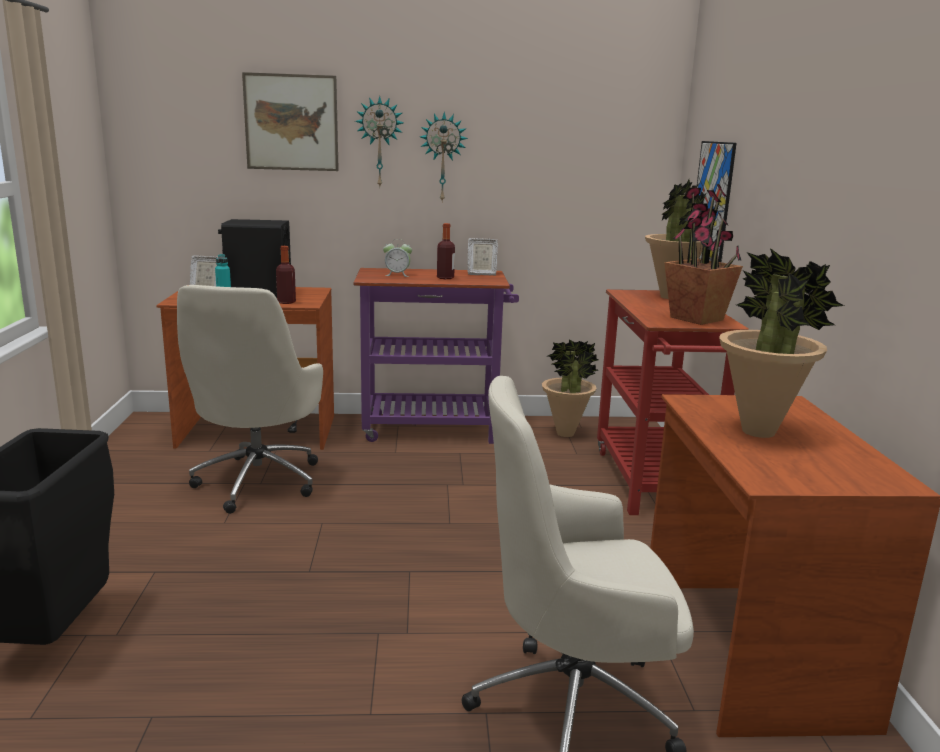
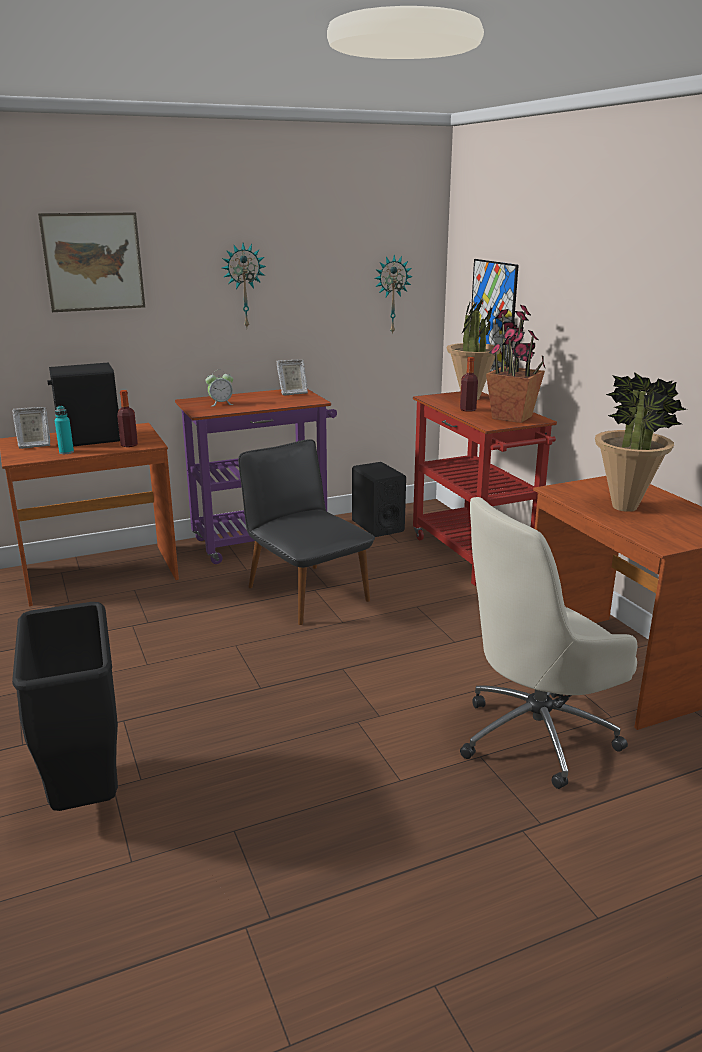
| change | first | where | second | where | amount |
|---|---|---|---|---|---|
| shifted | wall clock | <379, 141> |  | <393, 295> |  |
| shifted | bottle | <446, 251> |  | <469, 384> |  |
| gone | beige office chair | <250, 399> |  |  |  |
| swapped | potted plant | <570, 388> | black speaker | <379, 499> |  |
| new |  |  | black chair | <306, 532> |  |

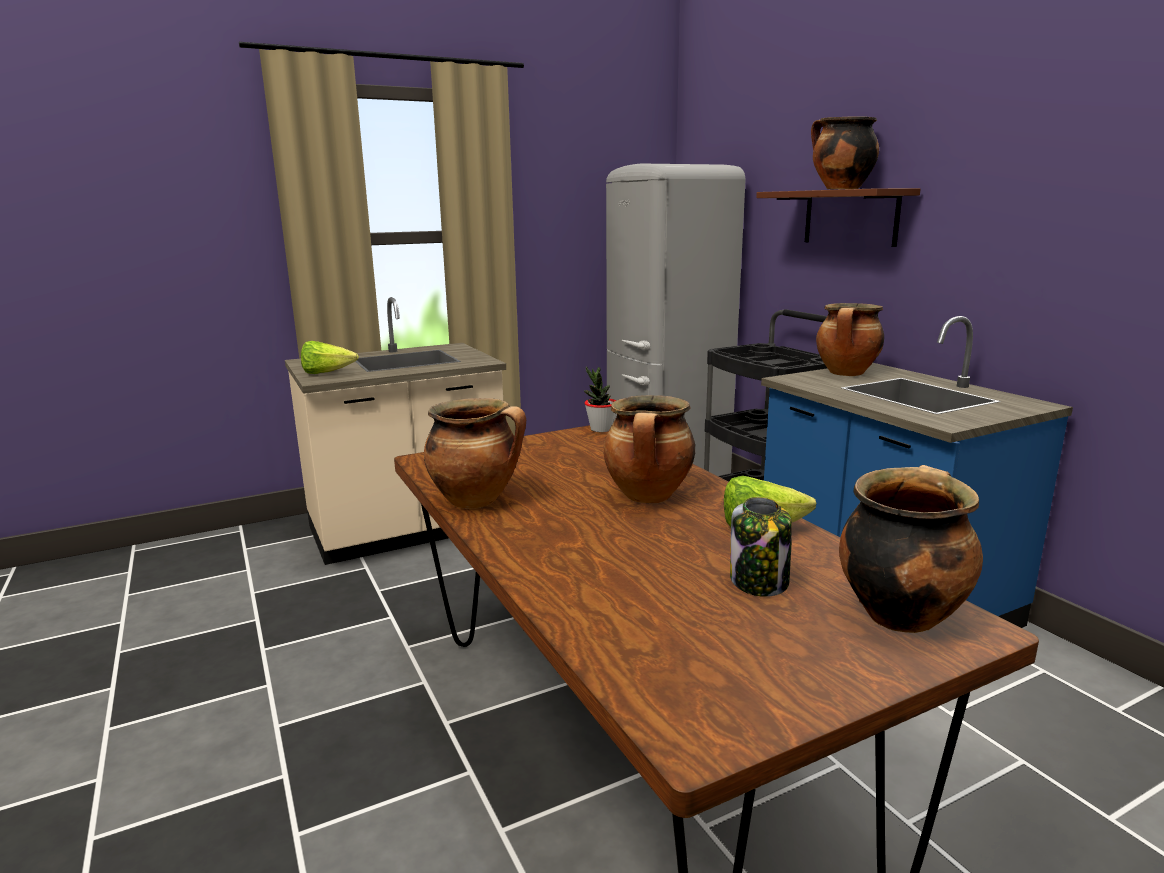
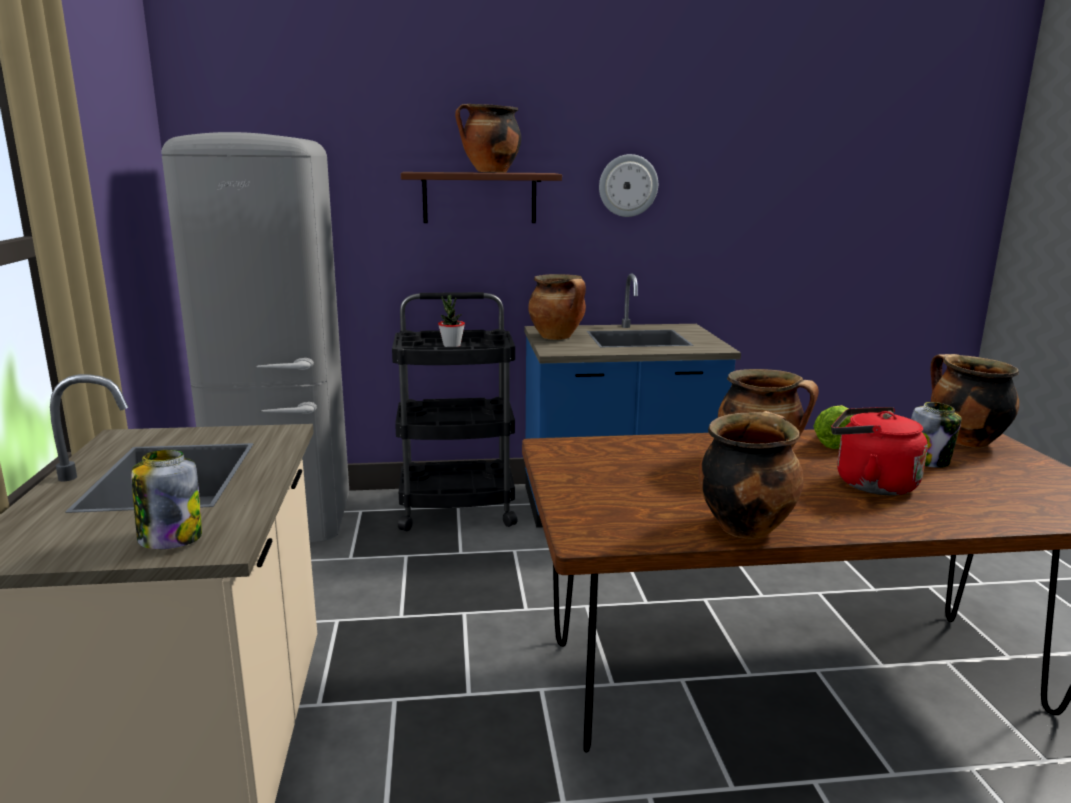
| change | first | where | second | where | amount |
|---|---|---|---|---|---|
| swapped | lettuce | <330, 357> | jar | <166, 499> |  |
| shifted | potted plant | <600, 399> |  | <451, 321> |  |
| new |  |  | wall clock | <628, 185> |  |
| new |  |  | red kettle | <879, 451> |  |

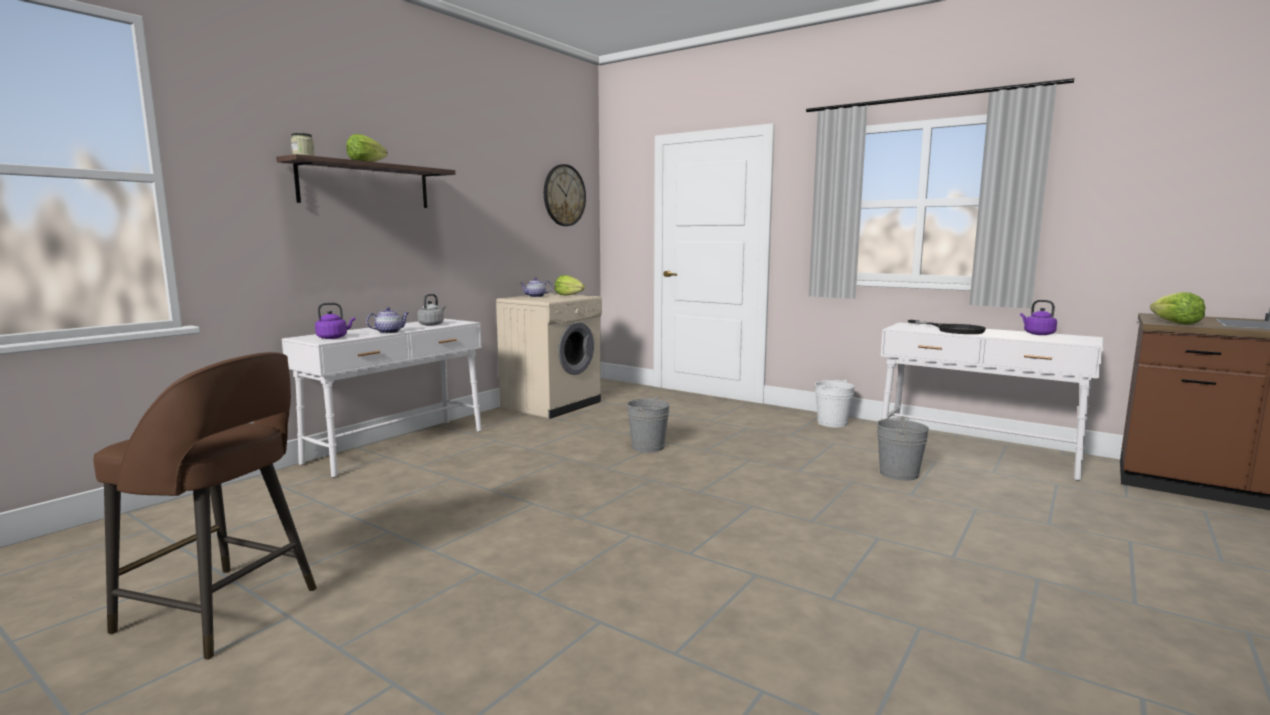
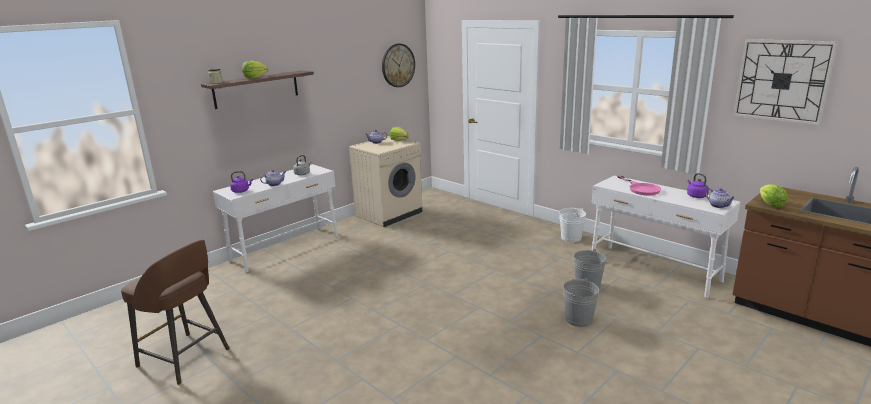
| change | first | where | second | where | amount |
|---|---|---|---|---|---|
| repainted | black frying pan | <947, 327> | pink frying pan | <639, 185> |  |
| shifted | grey bucket | <648, 424> |  | <581, 302> |  |
| new |  |  | wall clock | <785, 82> |  |
| new |  |  | teapot | <720, 198> |  |

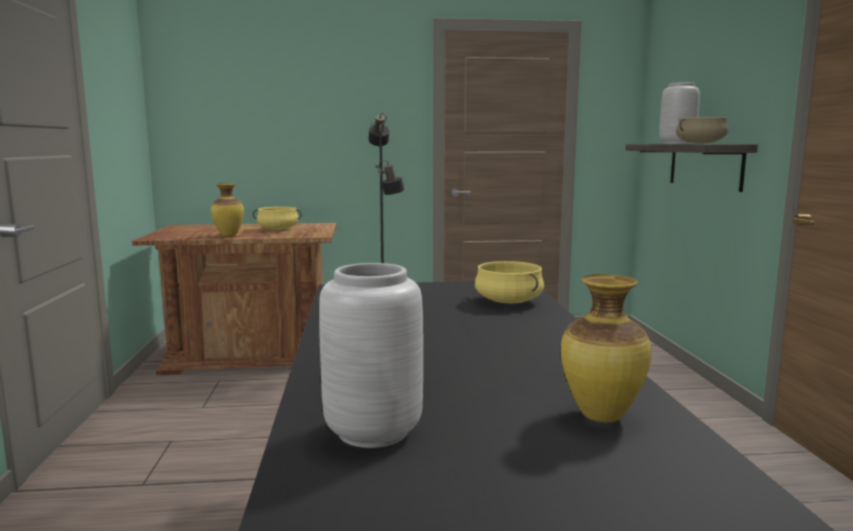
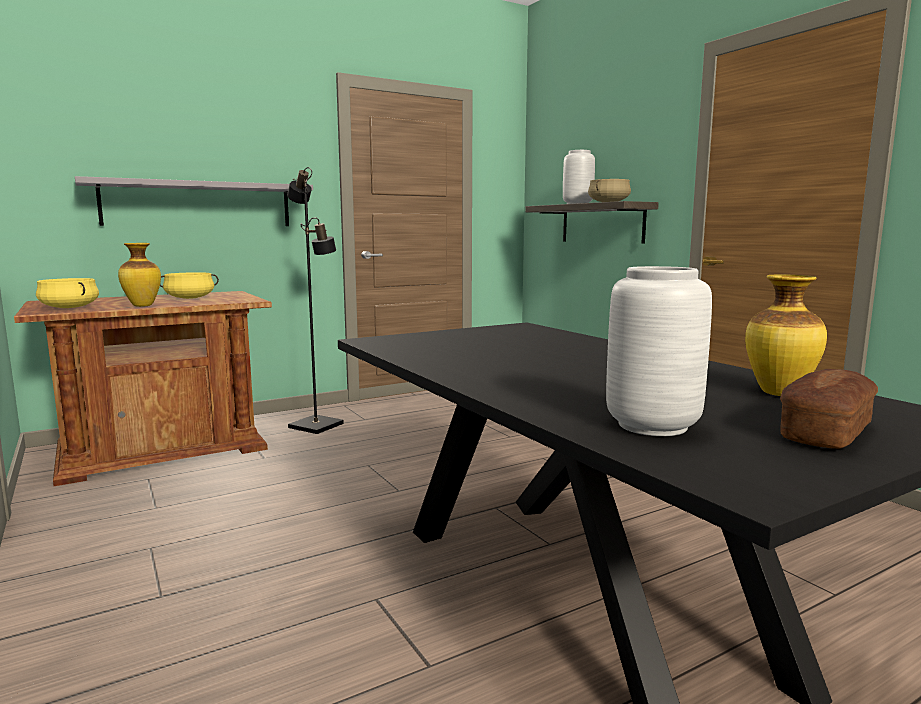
| change | first | where | second | where | amount |
|---|---|---|---|---|---|
| shifted | yellow cooking pot | <509, 282> |  | <67, 293> |  |
| new |  |  | grey shelf | <194, 201> |  |
| new |  |  | bread | <829, 409> |  |

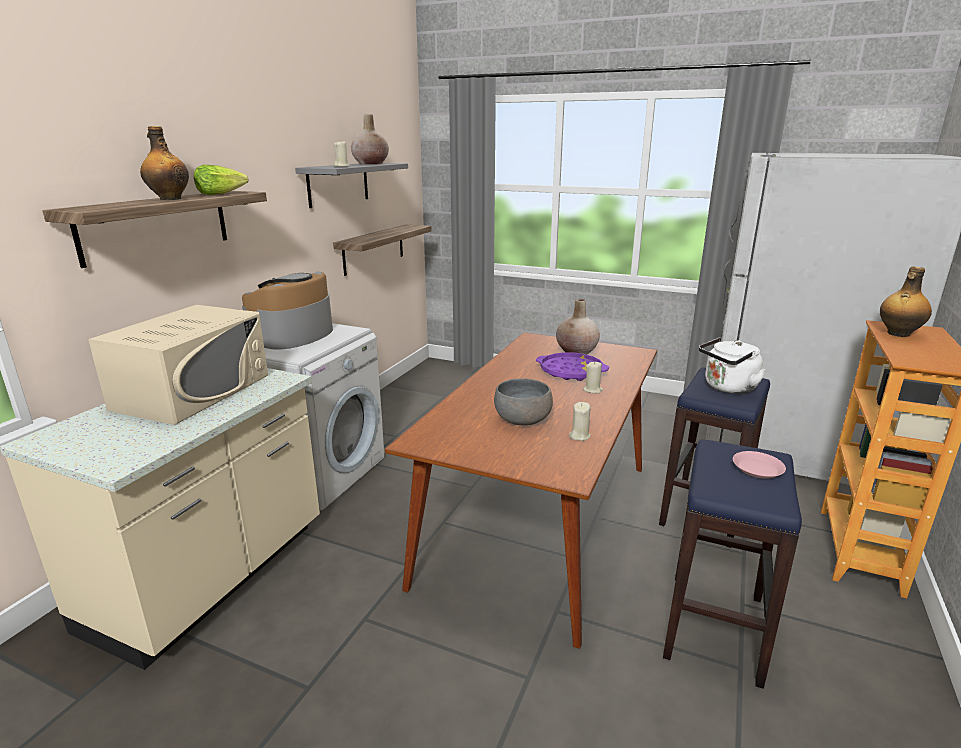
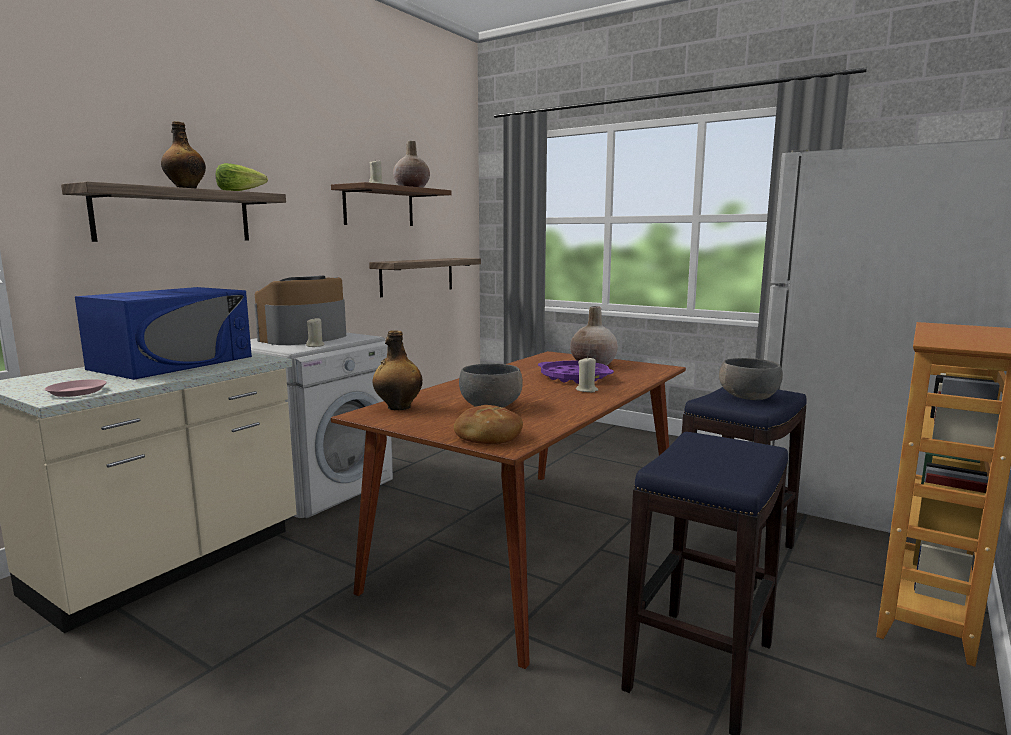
| change | first | where | second | where | amount |
|---|---|---|---|---|---|
| repainted | grey shelf | <351, 185> | brown shelf | <391, 204> |  |
| shifted | bottle | <906, 301> |  | <397, 370> |  |
| repainted | beige microwave | <178, 365> | blue microwave | <163, 333> |  |
| swapped | white kettle | <732, 365> | grey bowl | <751, 379> |  |
| shifted | beige candle | <580, 421> |  | <315, 332> |  |
| shifted | pink plate | <759, 465> |  | <76, 388> |  |
| new |  |  | bread | <488, 424> |  |

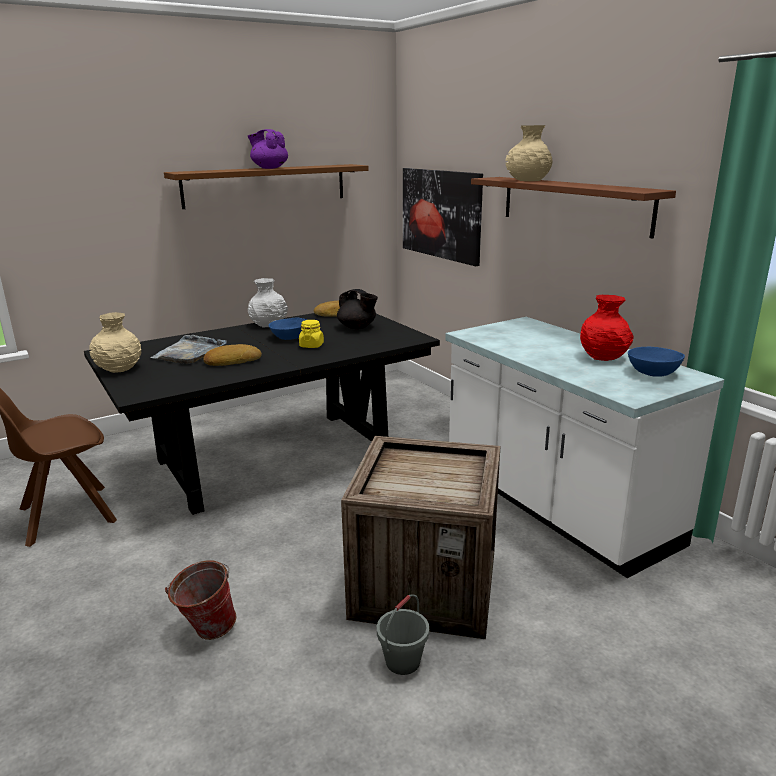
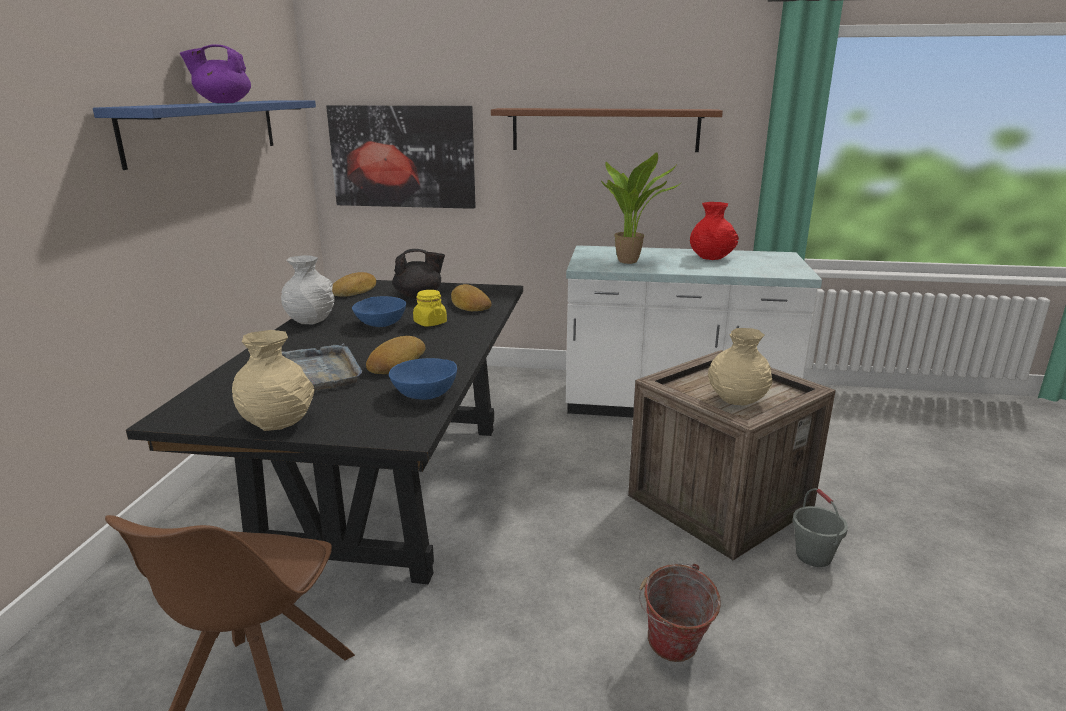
| change | first | where | second | where | amount |
|---|---|---|---|---|---|
| shifted | beige vase | <528, 153> |  | <740, 367> |  |
| repainted | brown shelf | <266, 186> | blue shelf | <204, 135> |  |
| shifted | blue bowl | <656, 362> |  | <423, 379> |  |
| new |  |  | potted plant | <641, 208> |  |
| new |  |  | bread | <471, 297> |  |

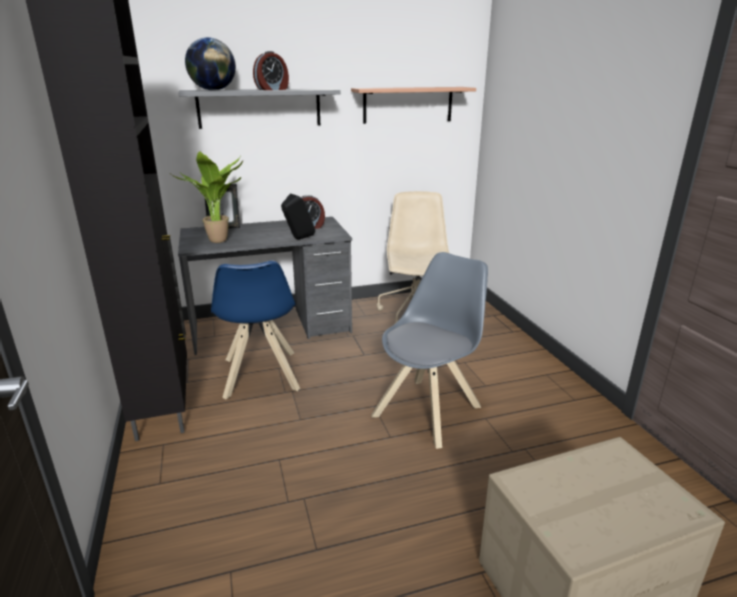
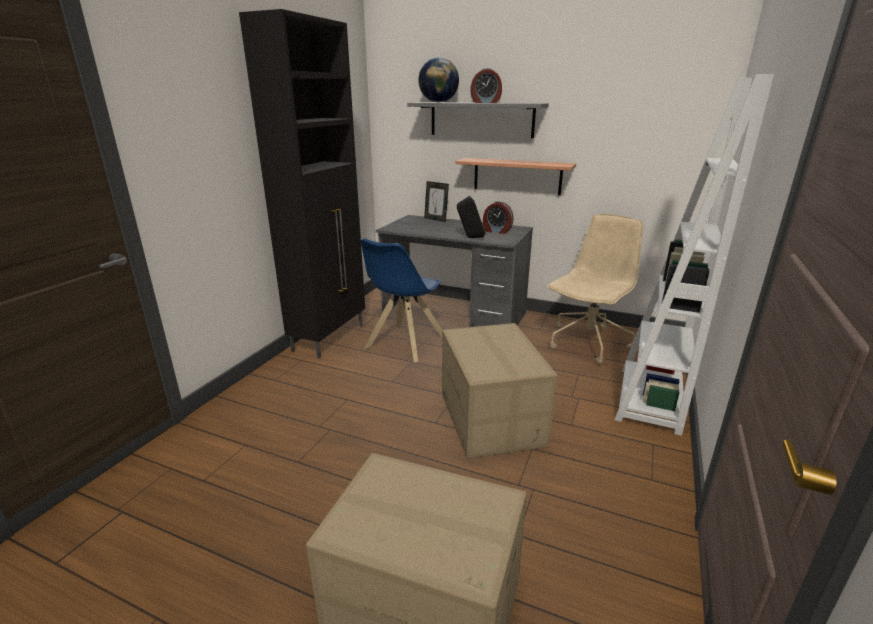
| change | first | where | second | where | amount |
|---|---|---|---|---|---|
| shifted | shelf | <413, 105> |  | <516, 177> |  |
| gone | potted plant | <207, 197> |  |  |  |
| swapped | grey chair | <429, 350> | cardboard box | <499, 391> |  |
| new |  |  | white bookcase | <694, 255> |  |

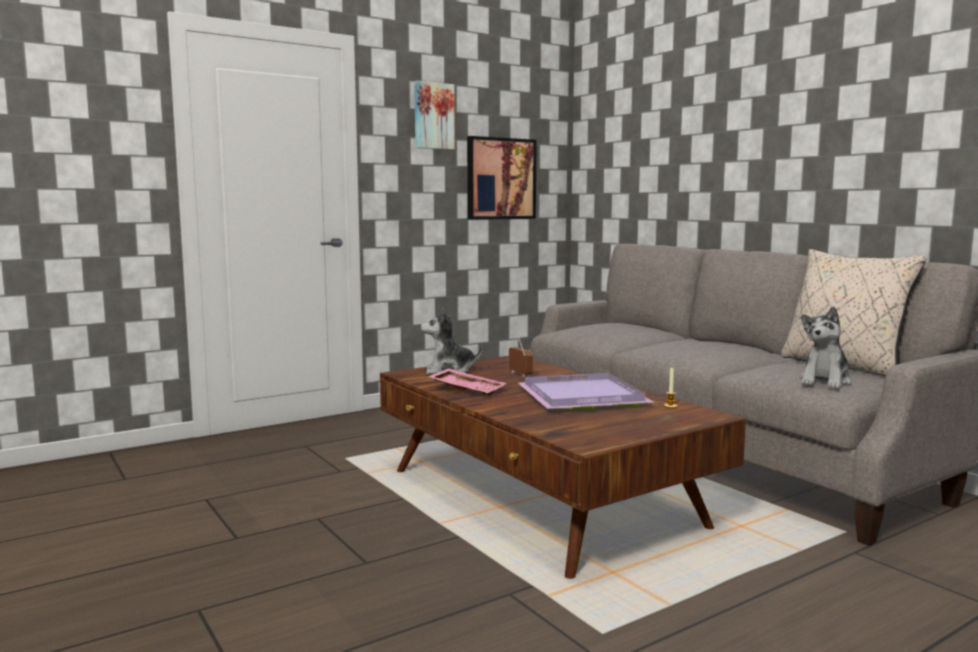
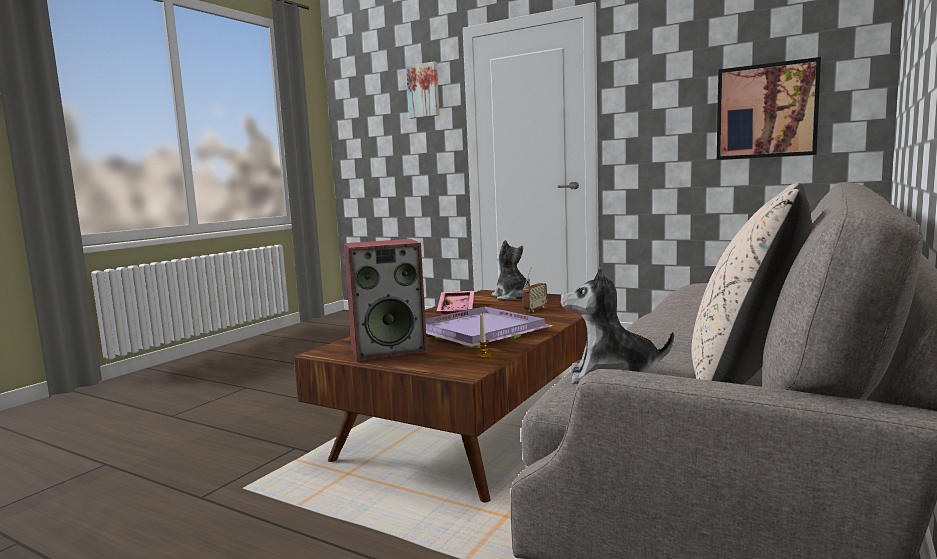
| change | first | where | second | where | amount |
|---|---|---|---|---|---|
| shifted | picture | <434, 115> |  | <422, 90> |  |
| new |  |  | speaker | <385, 300> |  |

